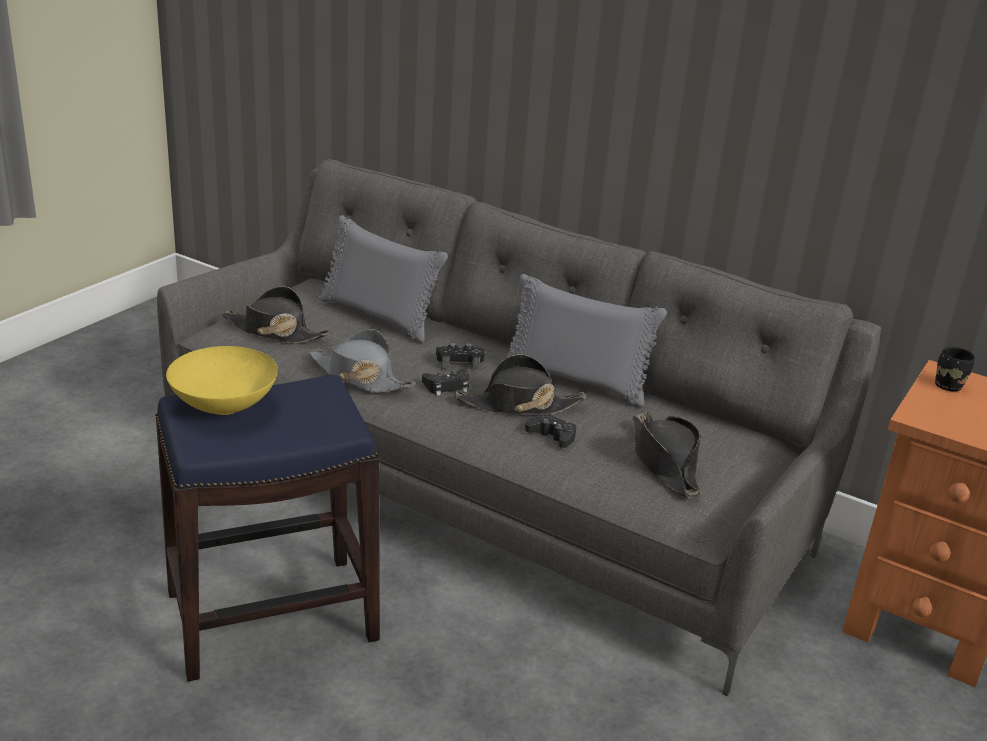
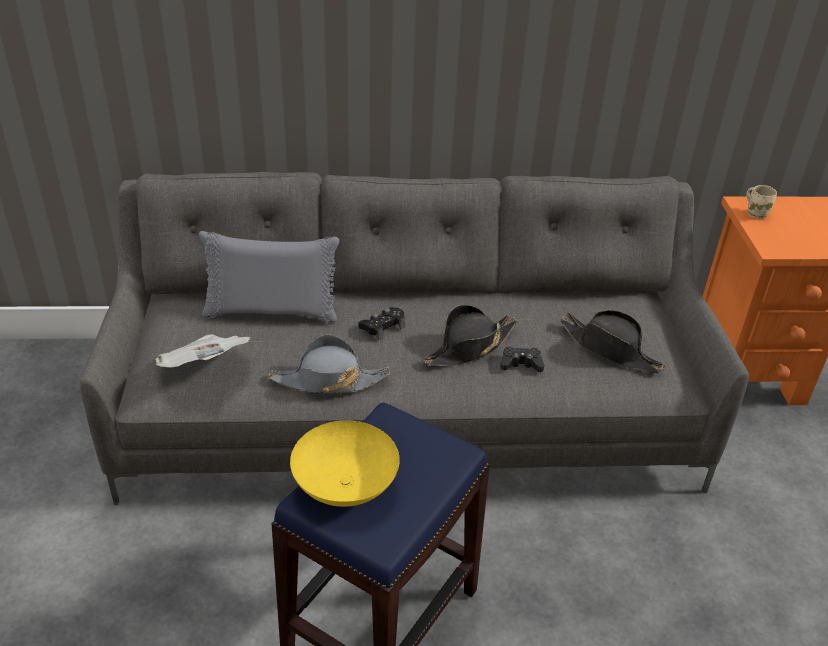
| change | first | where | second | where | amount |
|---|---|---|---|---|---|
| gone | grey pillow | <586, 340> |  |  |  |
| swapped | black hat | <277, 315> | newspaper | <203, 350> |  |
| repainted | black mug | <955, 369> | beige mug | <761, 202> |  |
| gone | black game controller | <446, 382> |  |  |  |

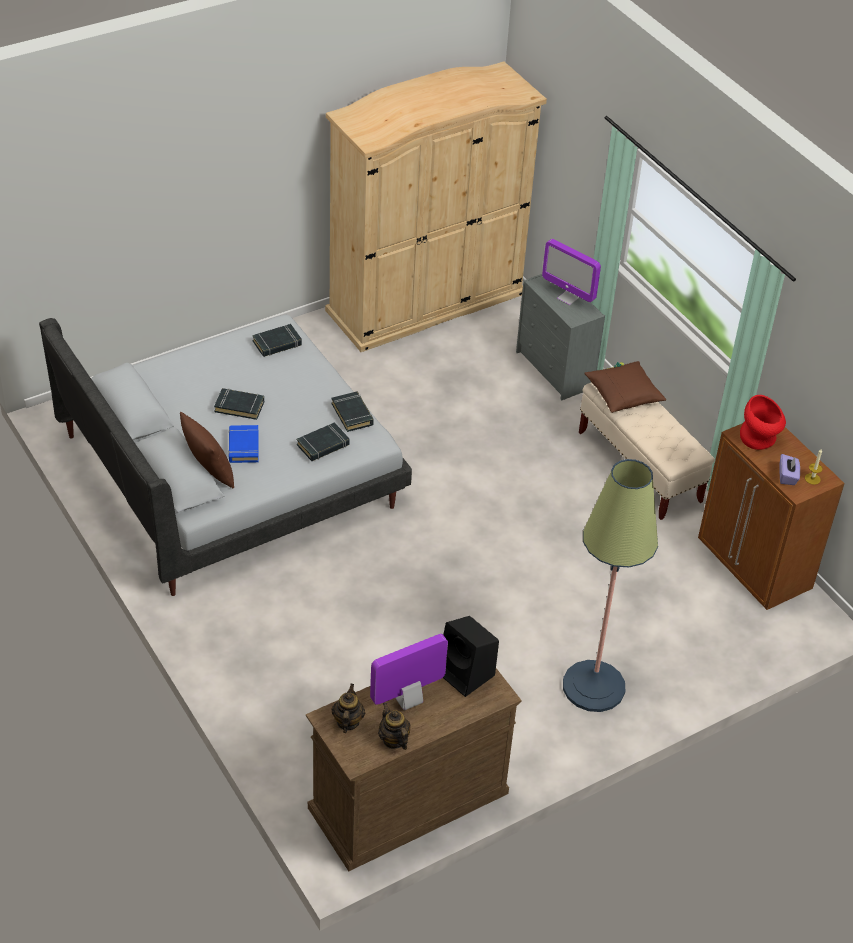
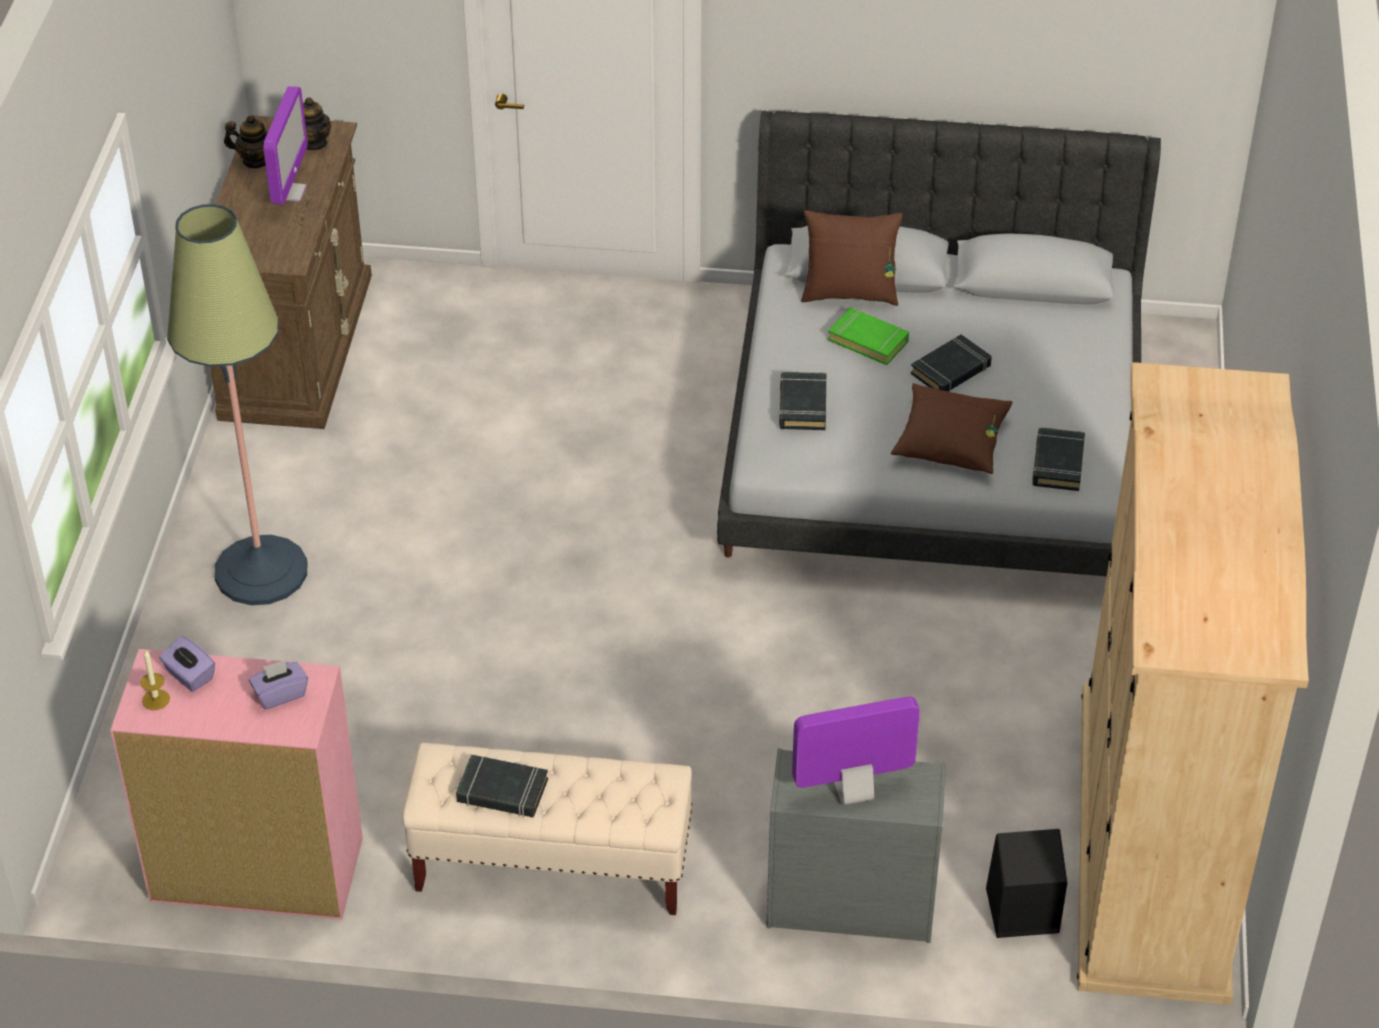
| change | first | where | second | where | amount |
|---|---|---|---|---|---|
| shifted | brown pillow | <625, 387> |  | <952, 428> |  |
| shifted | black book | <352, 412> |  | <502, 786> |  |
| swapped | red vase | <763, 422> | purple tissue box | <278, 684> |  |
| repainted | brown cabinet | <771, 516> | pink cabinet | <236, 784> |  |
| repainted | blue book | <243, 444> | green book | <868, 336> |  |
| shifted | black speaker | <471, 656> |  | <1026, 883> |  |

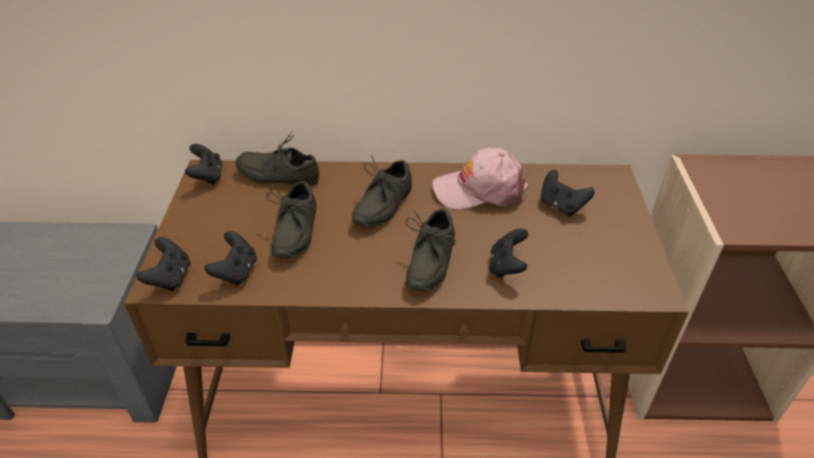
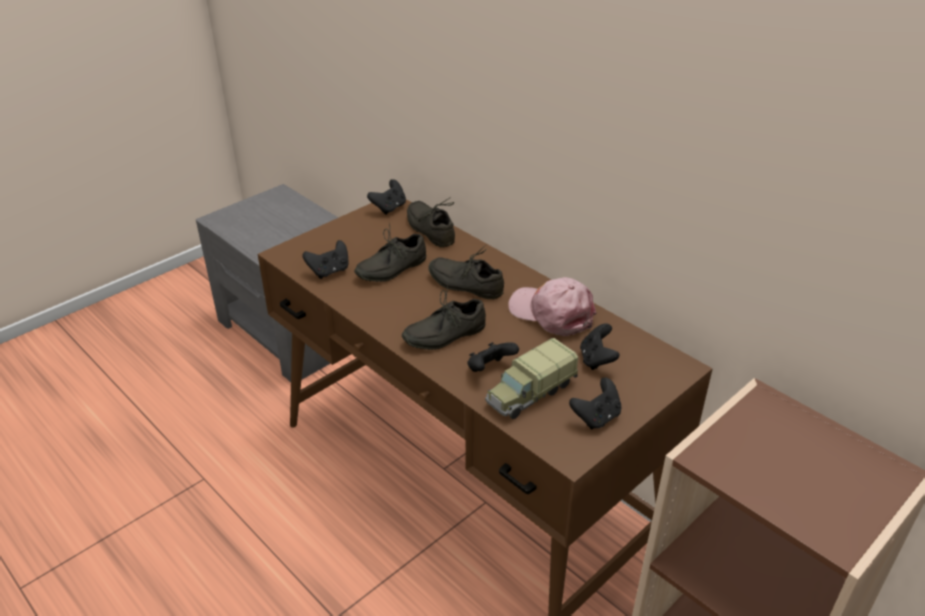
| change | first | where | second | where | amount |
|---|---|---|---|---|---|
| rotated | grey shoe | <381, 191> |  | <466, 272> | 45 degrees clockwise |
| shifted | black game controller | <163, 264> |  | <595, 403> |  |
| new |  |  | toy truck | <531, 378> |  |

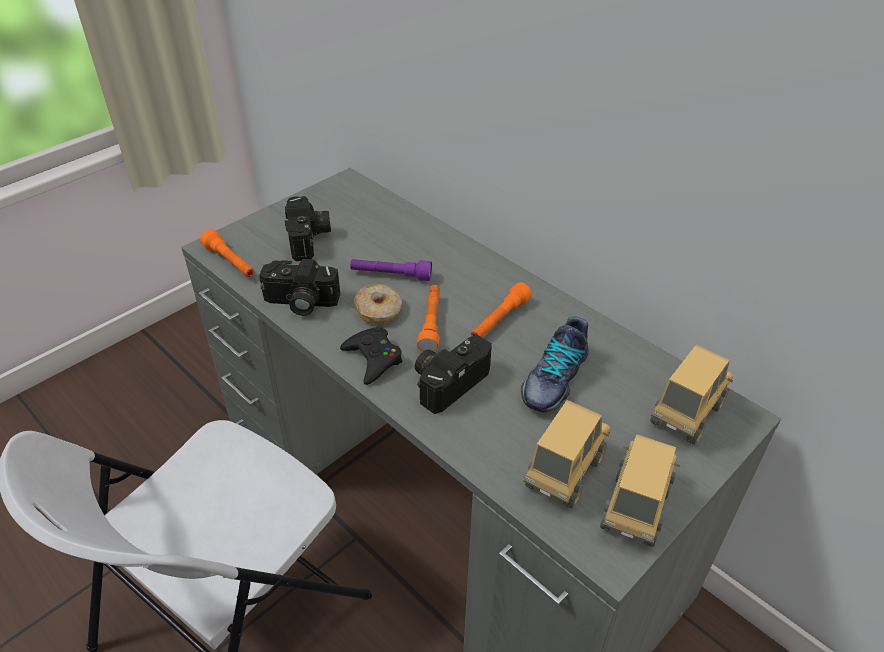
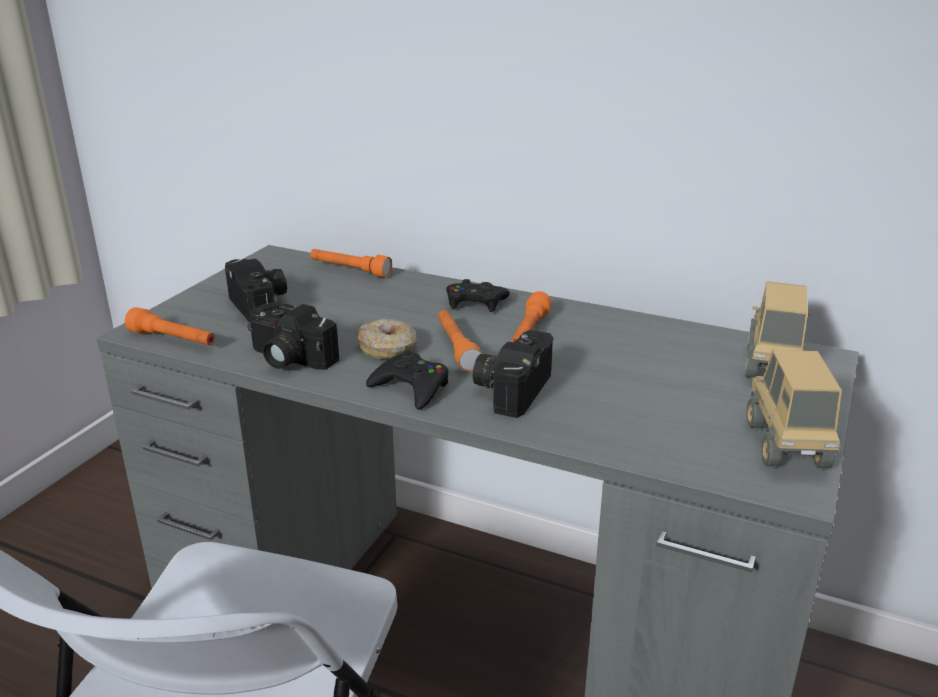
| change | first | where | second | where | amount |
|---|---|---|---|---|---|
| rotated | photo camera | <299, 287> |  | <293, 336> | 45 degrees clockwise |
| gone | purple flashlight | <391, 270> |  |  |  |
| gone | shoe | <555, 364> |  |  |  |
| gone | toy truck | <566, 454> |  |  |  |
| new |  |  | orange flashlight | <351, 263> |  |
| new |  |  | black game controller | <478, 295> |  |

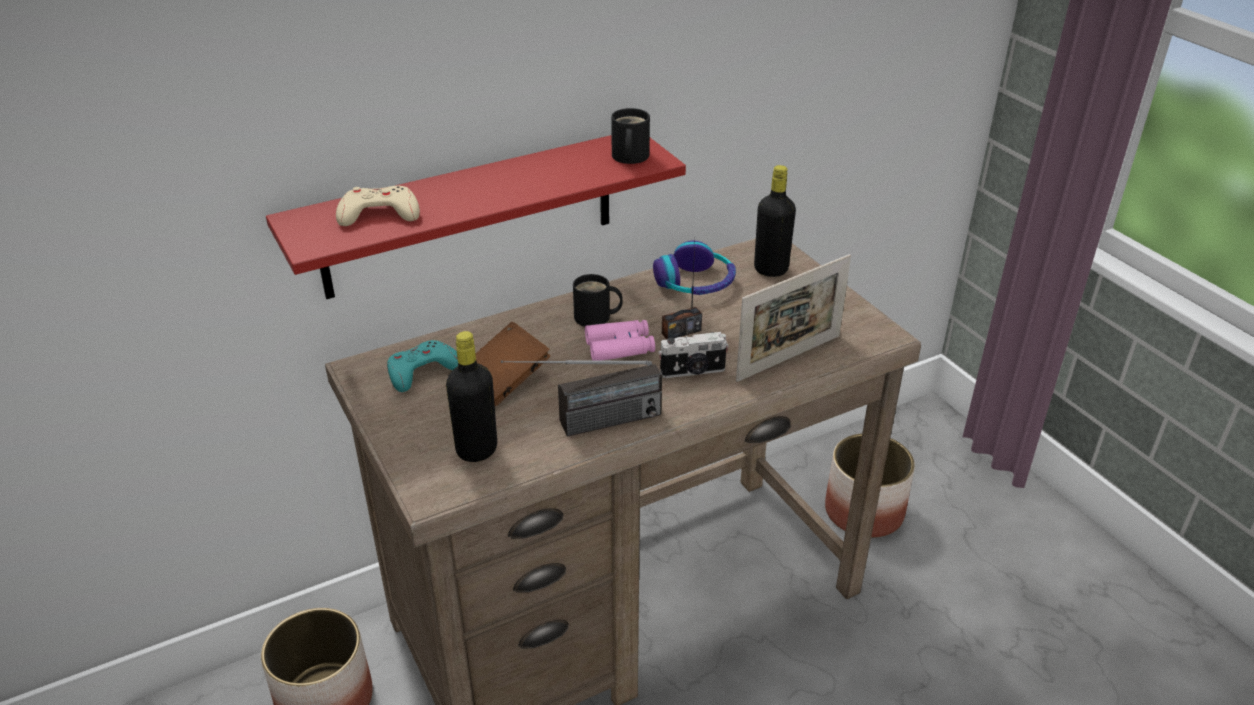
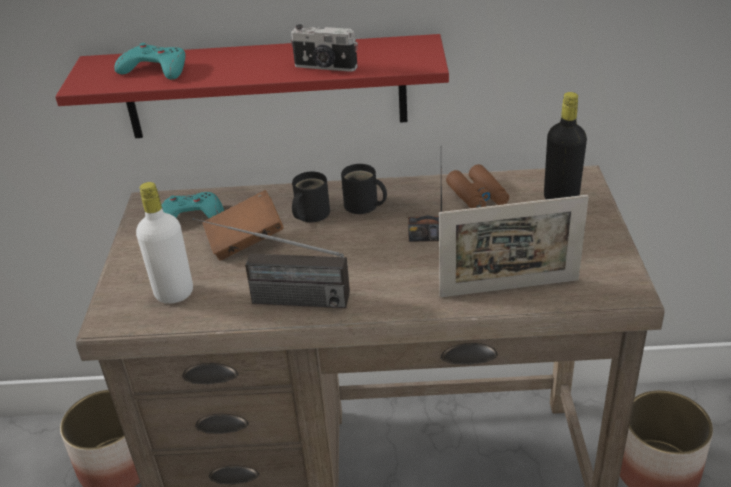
| change | first | where | second | where | amount |
|---|---|---|---|---|---|
| shifted | black mug | <630, 136> |  | <311, 197> |  |
| repainted | beige game controller | <378, 206> | turquoise game controller | <150, 61> |  |
| swapped | headphones | <694, 268> | brown binoculars | <477, 186> |  |
| gone | pink binoculars | <620, 340> |  |  |  |
| repainted | black bottle | <471, 396> | white bottle | <164, 243> |  |
| shifted | photo camera | <693, 355> |  | <324, 48> |  |

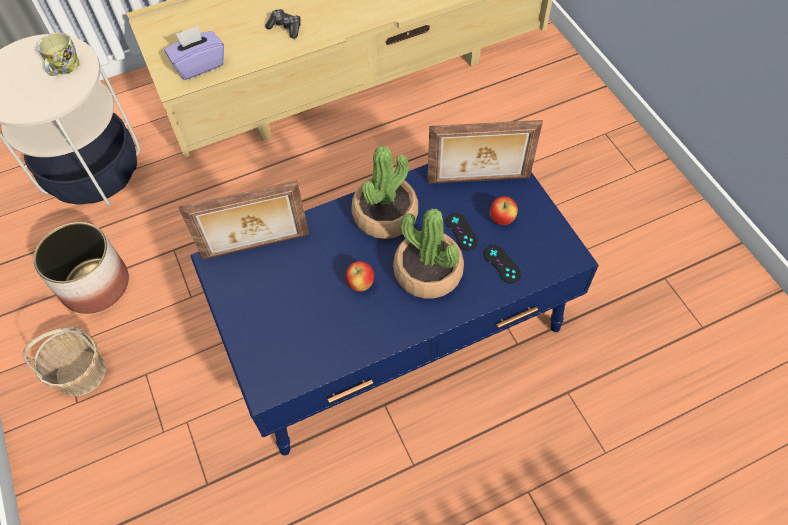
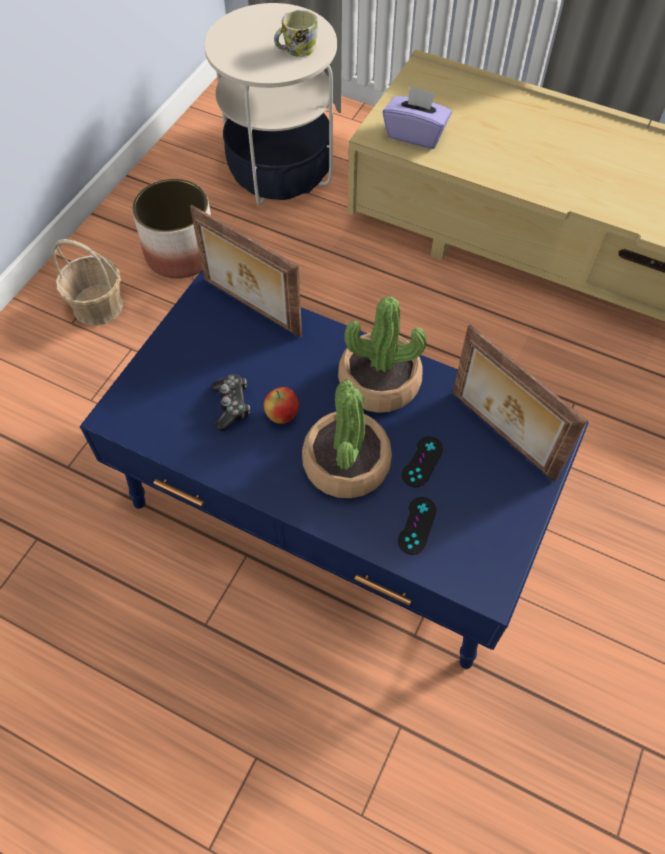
| change | first | where | second | where | amount |
|---|---|---|---|---|---|
| shifted | game controller | <283, 24> |  | <230, 402> |  |
| gone | apple | <504, 210> |  |  |  |

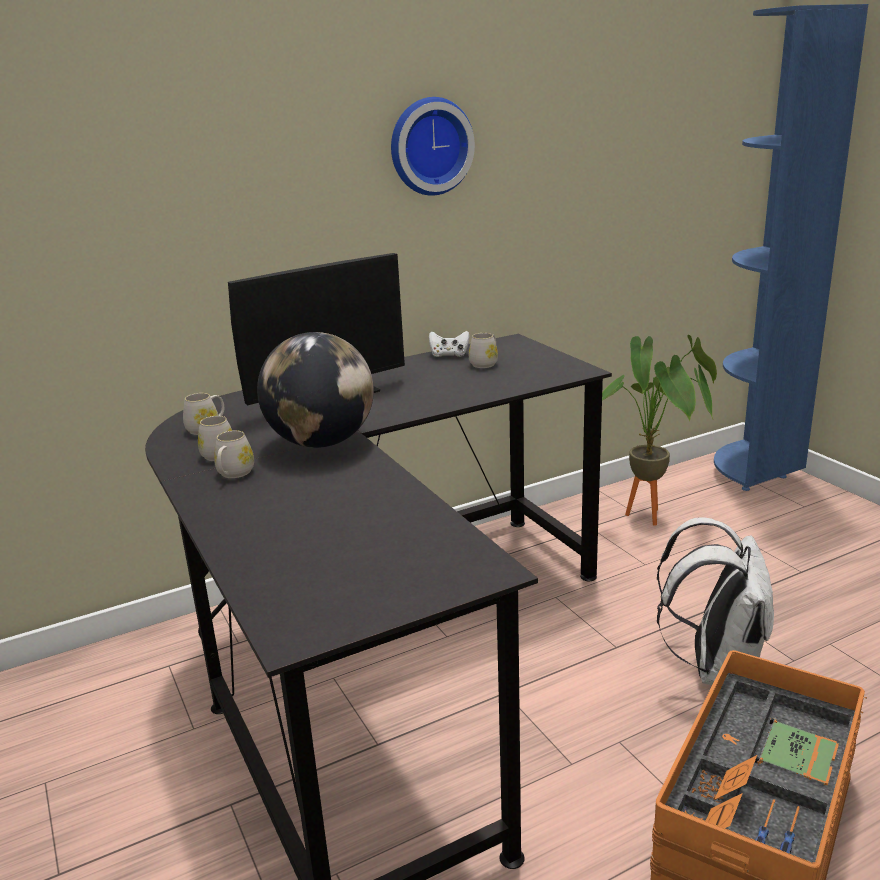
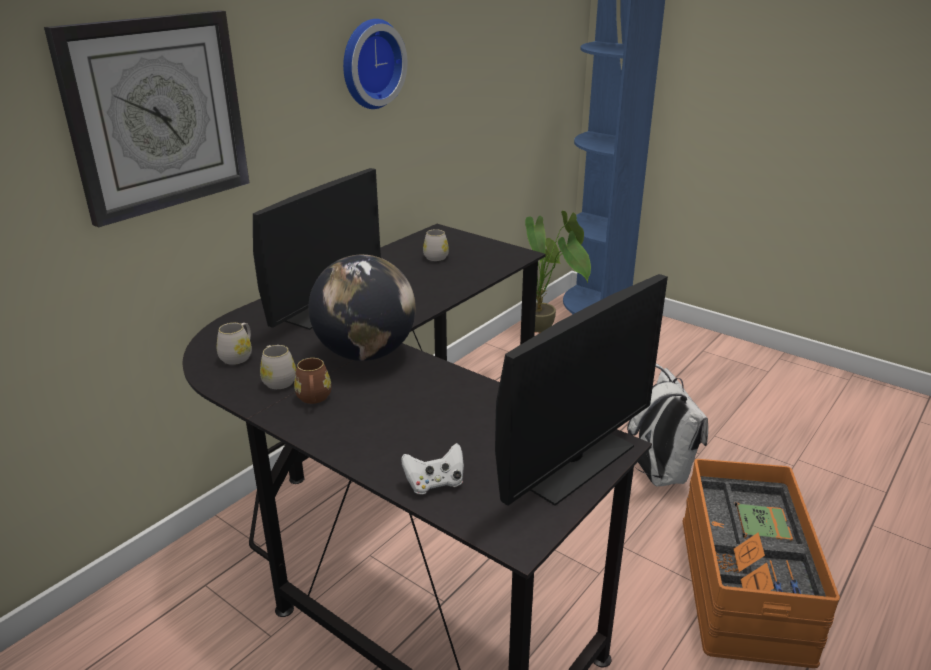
| change | first | where | second | where | amount |
|---|---|---|---|---|---|
| shifted | white game controller | <449, 344> |  | <432, 468> |  |
| repainted | white mug | <234, 454> | brown mug | <312, 381> |  |
| new |  |  | wall clock | <146, 119> |  |
| new |  |  | monitor | <581, 390> |  |

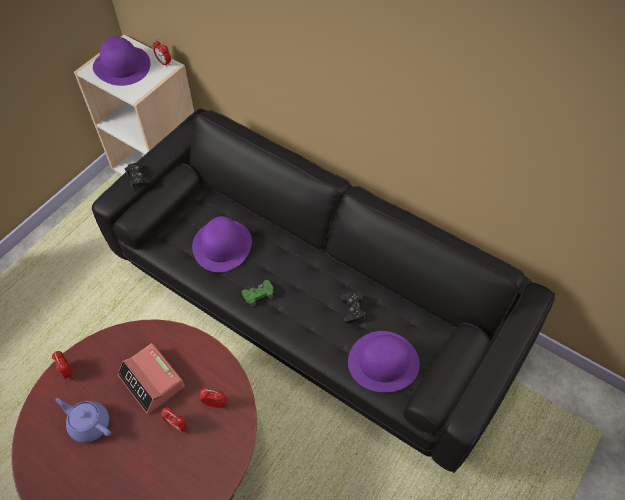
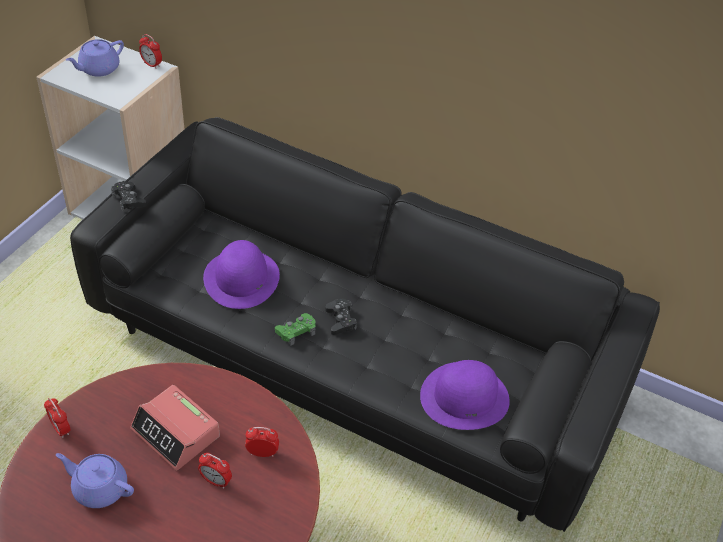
| change | first | where | second | where | amount |
|---|---|---|---|---|---|
| swapped | purple hat | <121, 61> | purple teapot | <95, 58> |  |
| shifted | black game controller | <353, 308> |  | <341, 317> |  |

